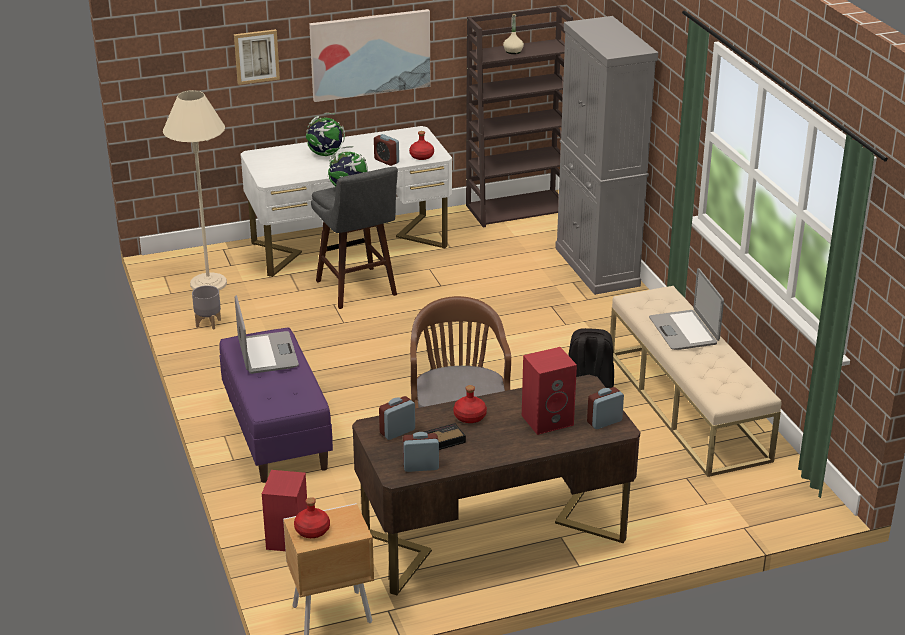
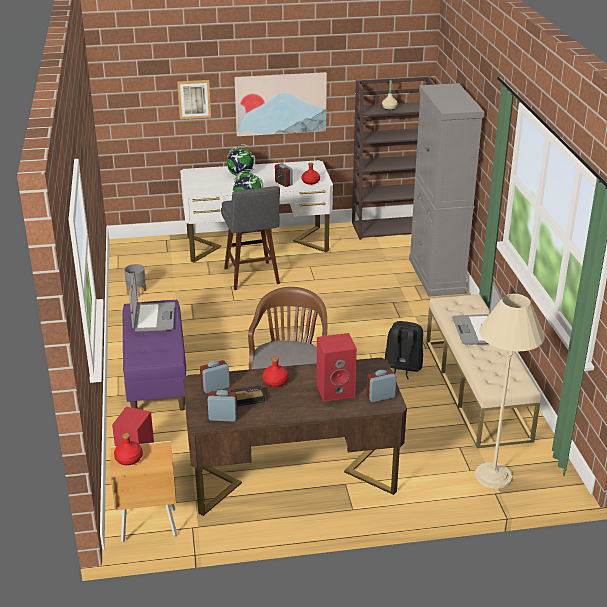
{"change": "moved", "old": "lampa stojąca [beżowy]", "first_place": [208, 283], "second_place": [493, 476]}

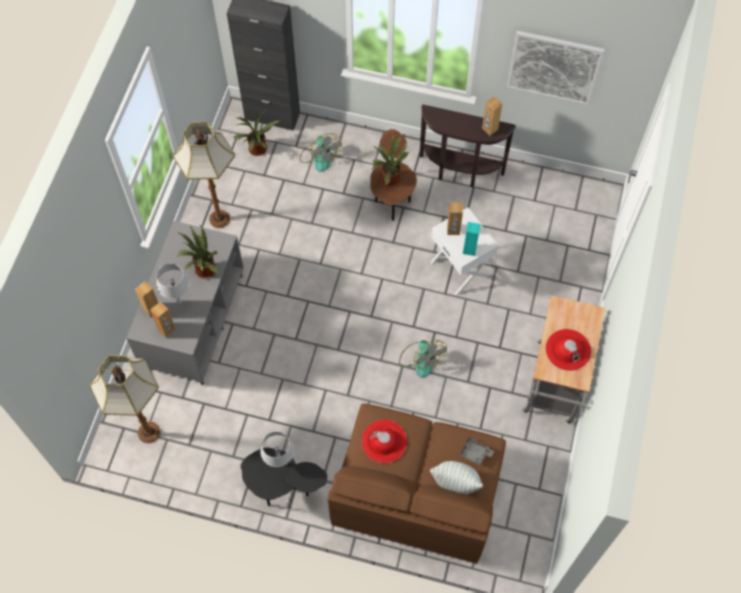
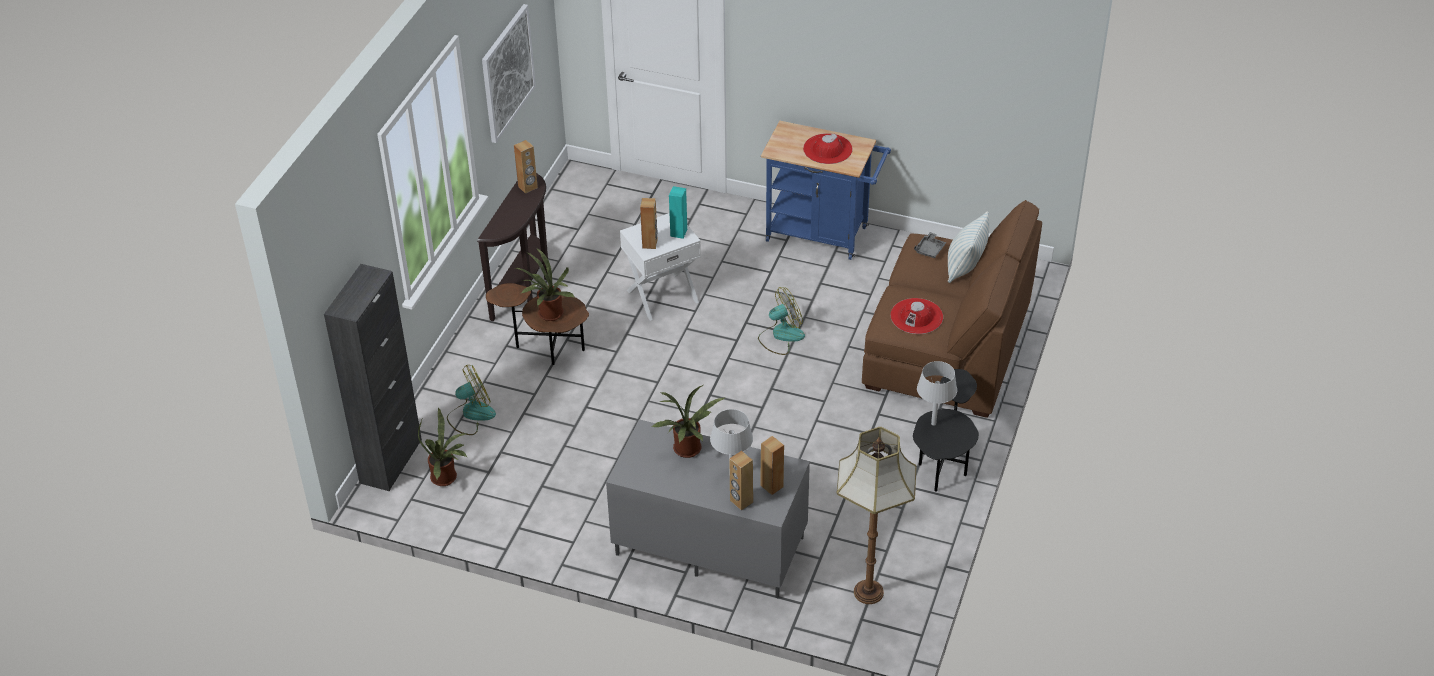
{"change": "removed", "old": "lampa stojąca", "first_place": [218, 218]}
{"change": "recoloured", "old": "wózek [szary]", "new": "wózek [niebieski]", "first_place": [554, 387], "second_place": [823, 235]}

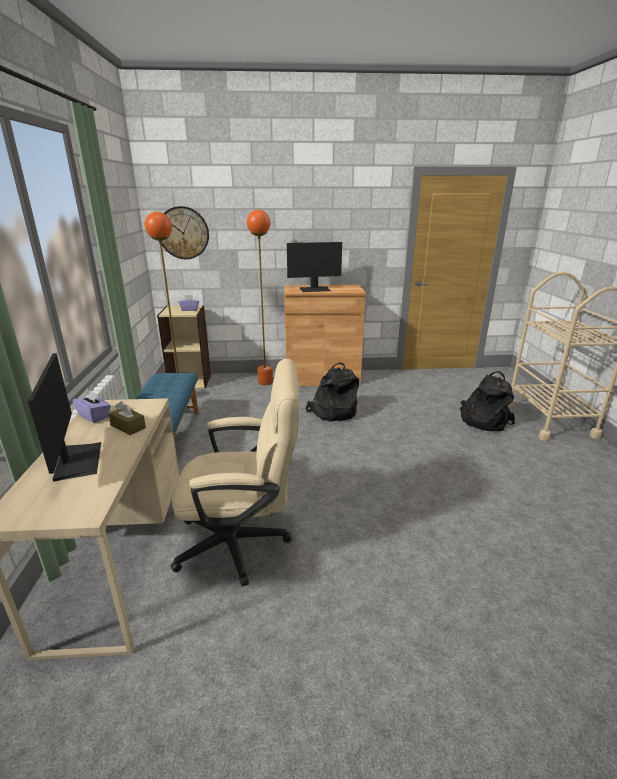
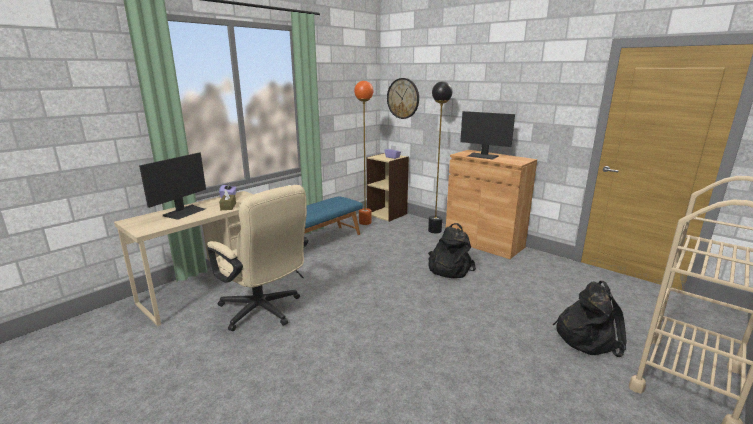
{"change": "recoloured", "old": "lampa stojąca [pomarańczowy]", "new": "lampa stojąca [czarny]", "first_place": [265, 382], "second_place": [435, 231]}

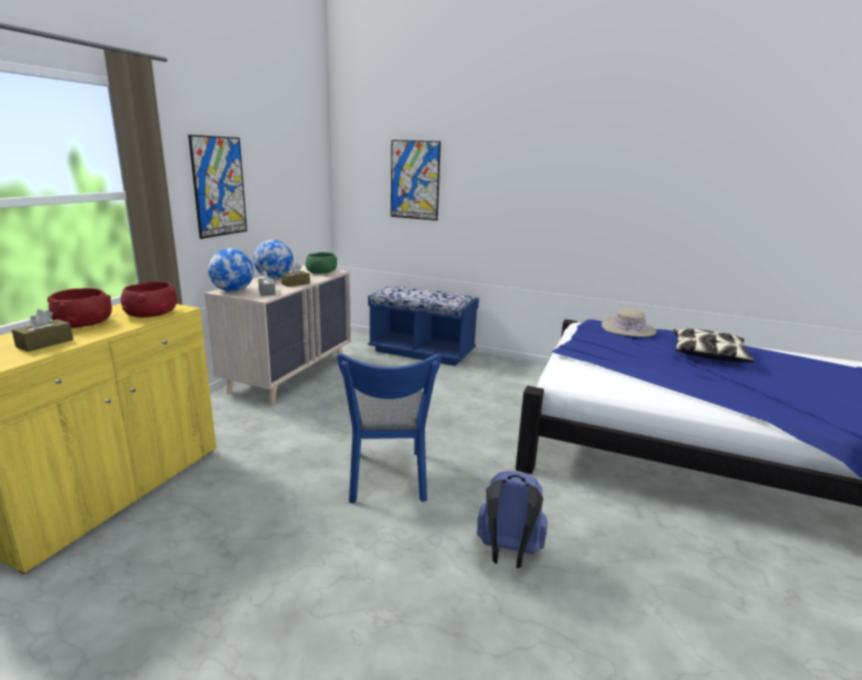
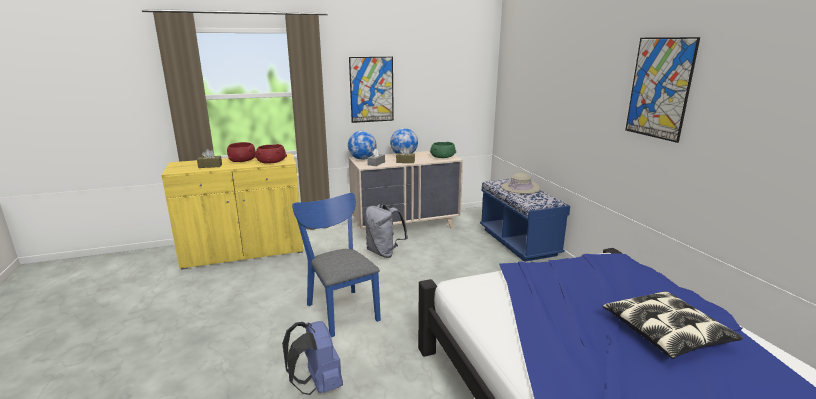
{"change": "turned", "old": "krzesło [niebieski]", "first_place": [387, 480], "second_place": [340, 309], "degrees": 105}
{"change": "moved", "old": "obraz", "first_place": [415, 180], "second_place": [659, 88]}
{"change": "moved", "old": "kapelusz [beżowy]", "first_place": [628, 329], "second_place": [520, 188]}
{"change": "added", "new": "plecak [szary]", "second_place": [384, 252]}

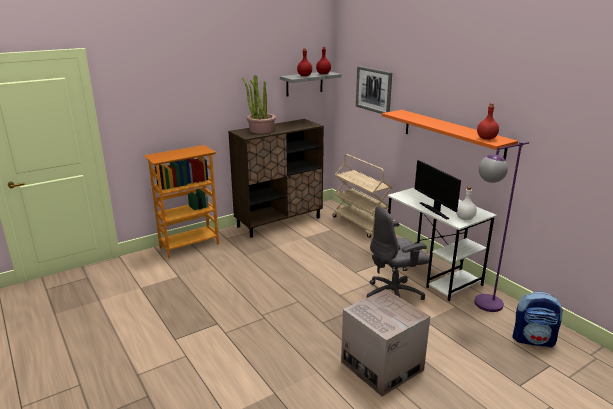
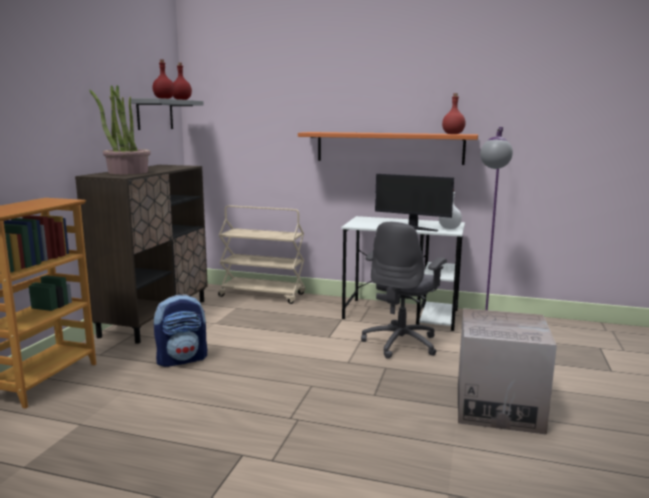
{"change": "removed", "old": "obraz", "first_place": [373, 90]}
{"change": "moved", "old": "plecak", "first_place": [533, 340], "second_place": [182, 359]}

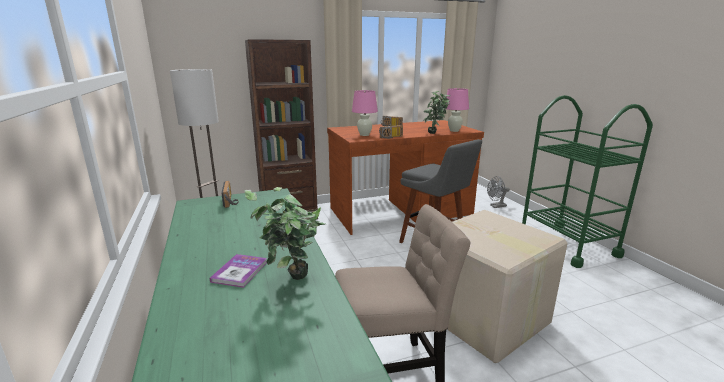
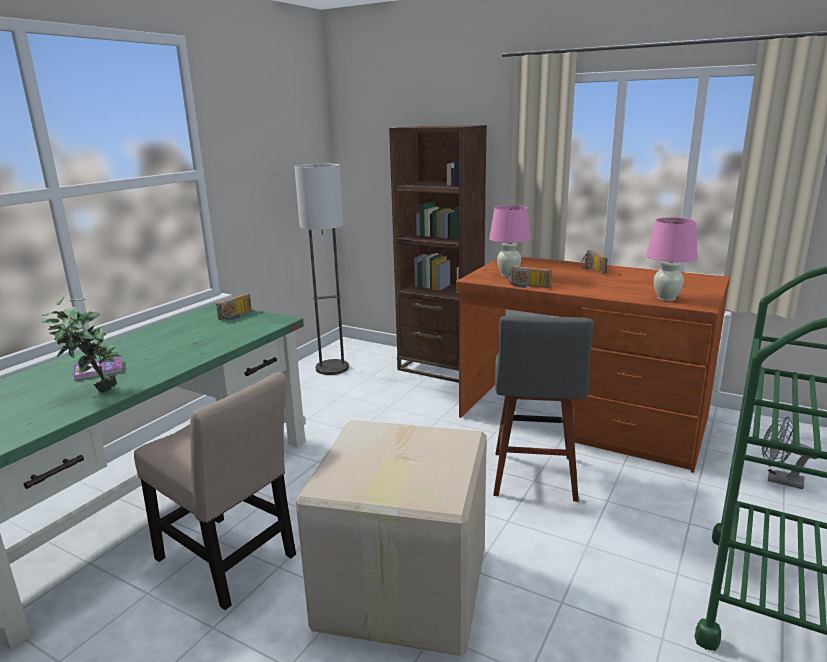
{"change": "removed", "old": "roślina doniczkowa", "first_place": [435, 134]}

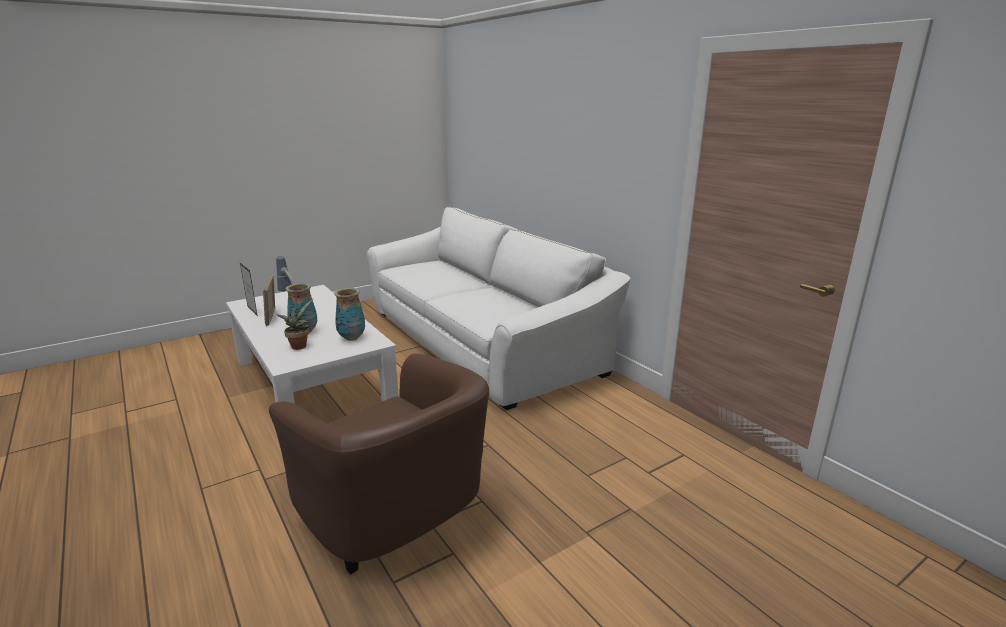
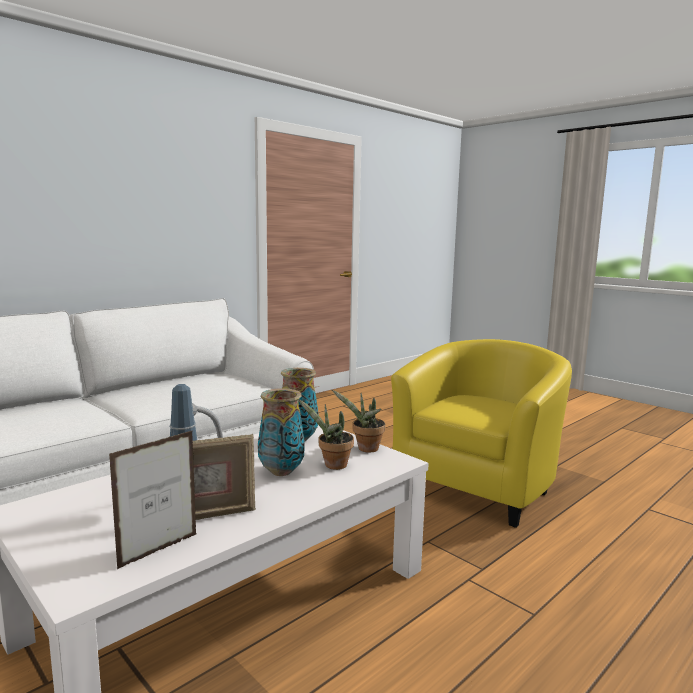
{"change": "recoloured", "old": "fotel [brązowy]", "new": "fotel [żółty]", "first_place": [397, 520], "second_place": [479, 485]}
{"change": "added", "new": "roślina doniczkowa", "second_place": [365, 449]}

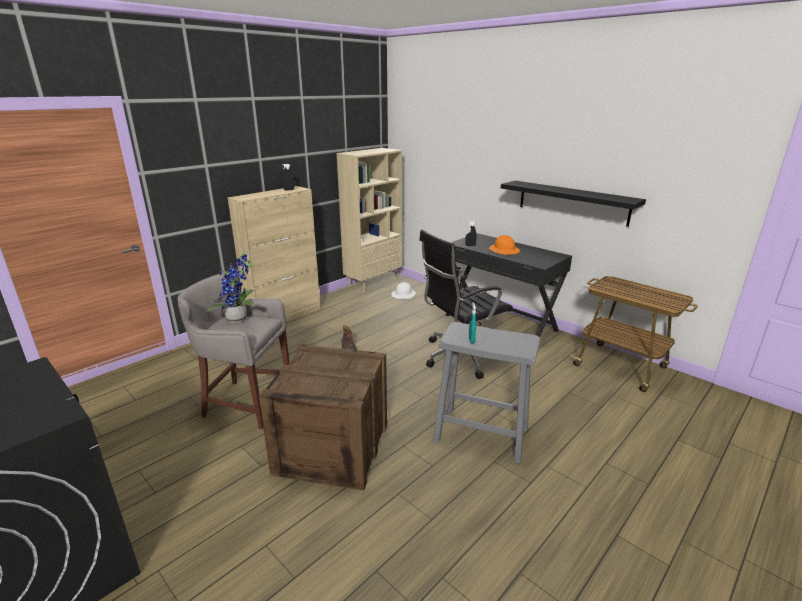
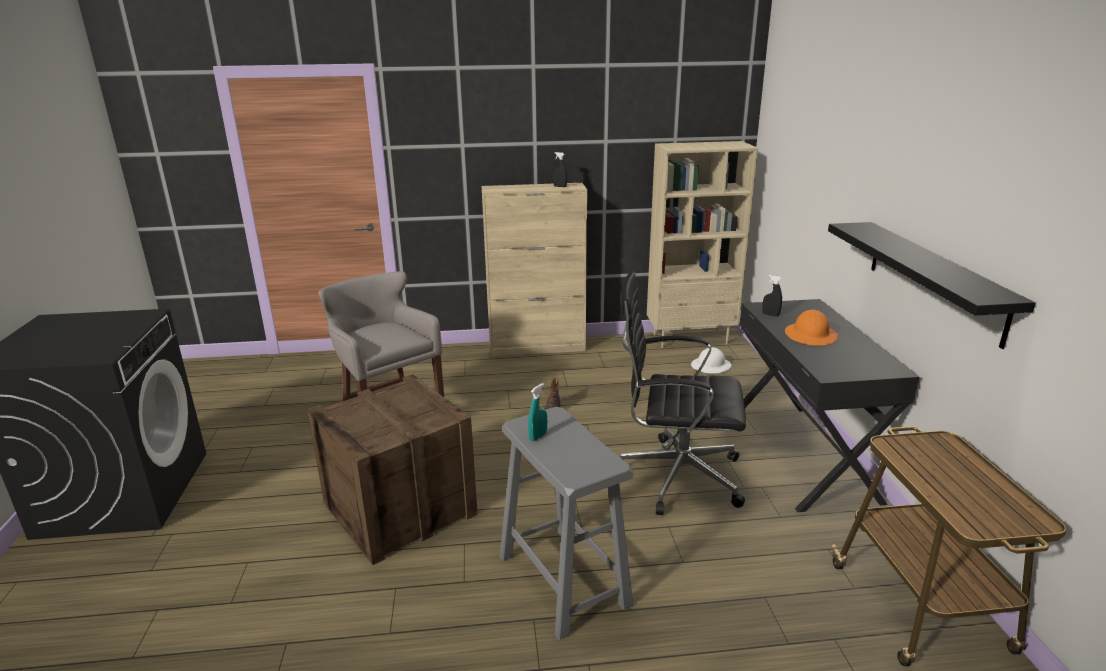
{"change": "removed", "old": "roślina doniczkowa", "first_place": [239, 319]}

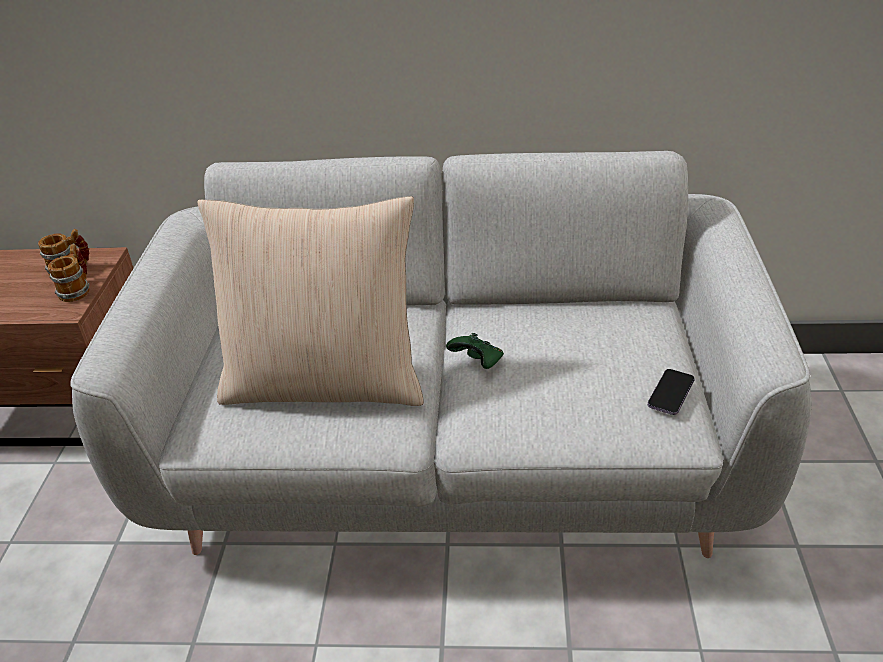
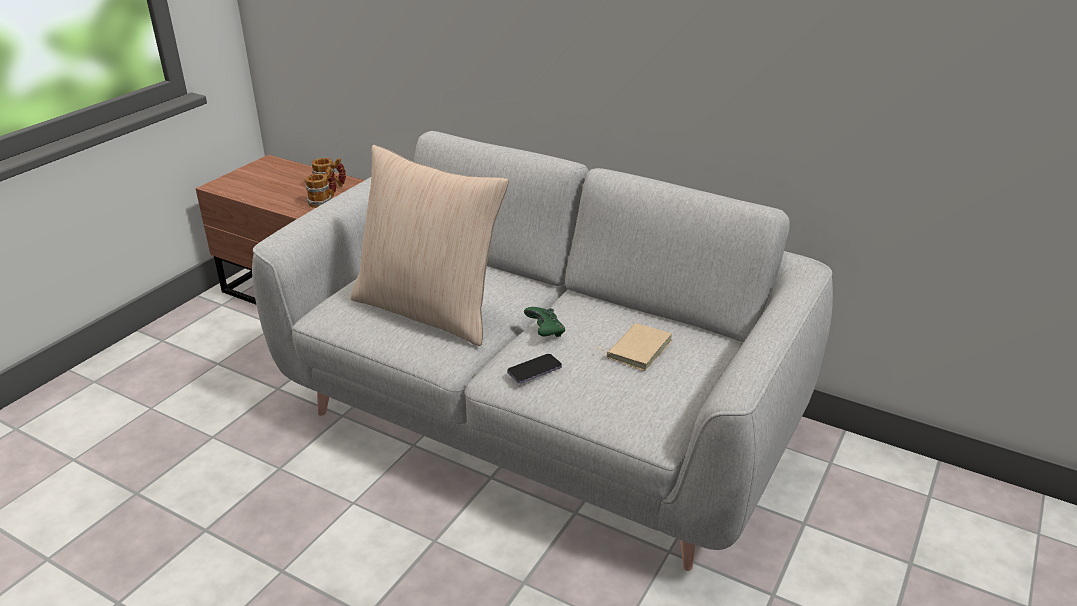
{"change": "moved", "old": "telefon", "first_place": [671, 393], "second_place": [534, 370]}
{"change": "added", "new": "książka [beżowy]", "second_place": [637, 349]}

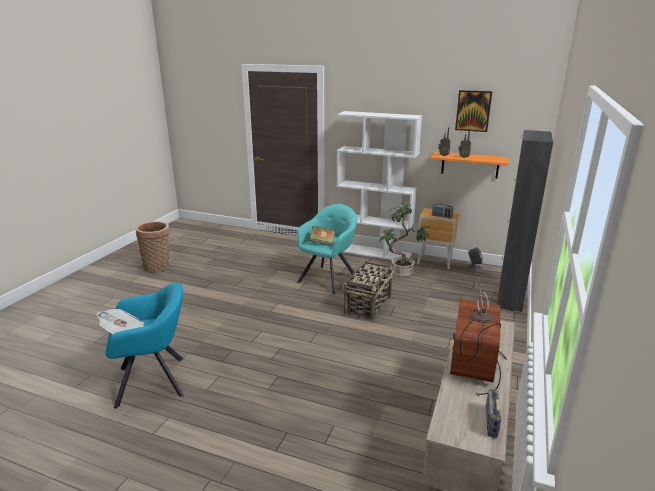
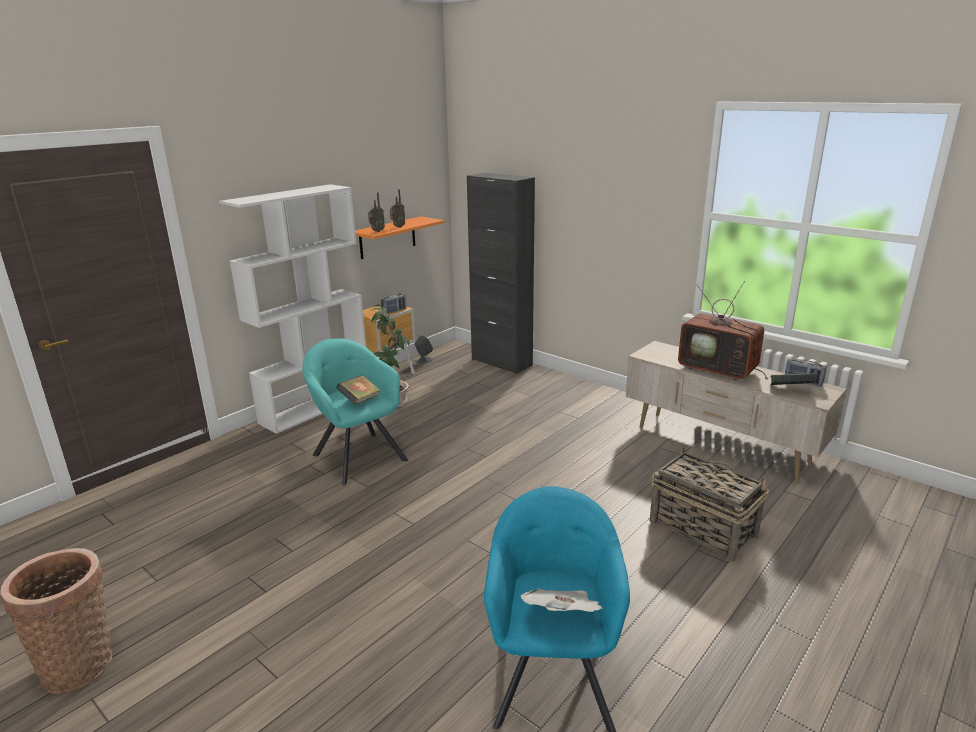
{"change": "moved", "old": "koszyk", "first_place": [368, 305], "second_place": [701, 528]}
{"change": "removed", "old": "obraz", "first_place": [473, 111]}
{"change": "added", "new": "książka", "second_place": [789, 391]}

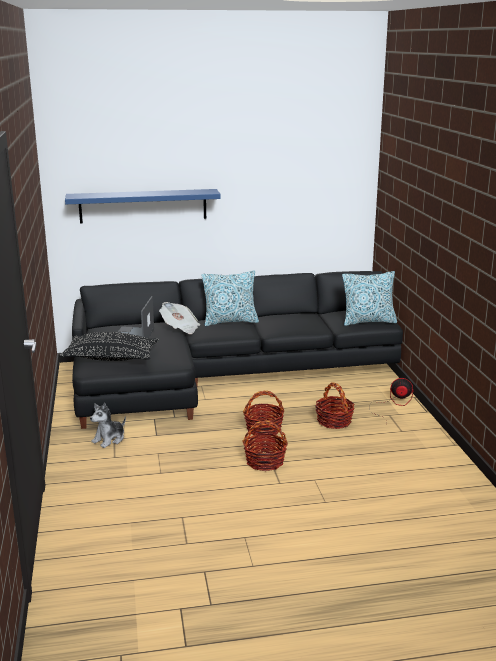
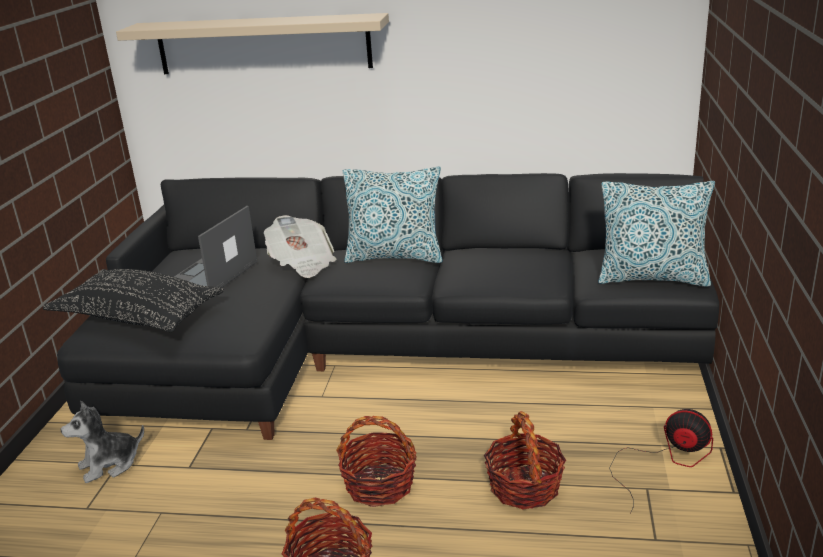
{"change": "recoloured", "old": "półka [niebieski]", "new": "półka [beżowy]", "first_place": [143, 206], "second_place": [263, 44]}

